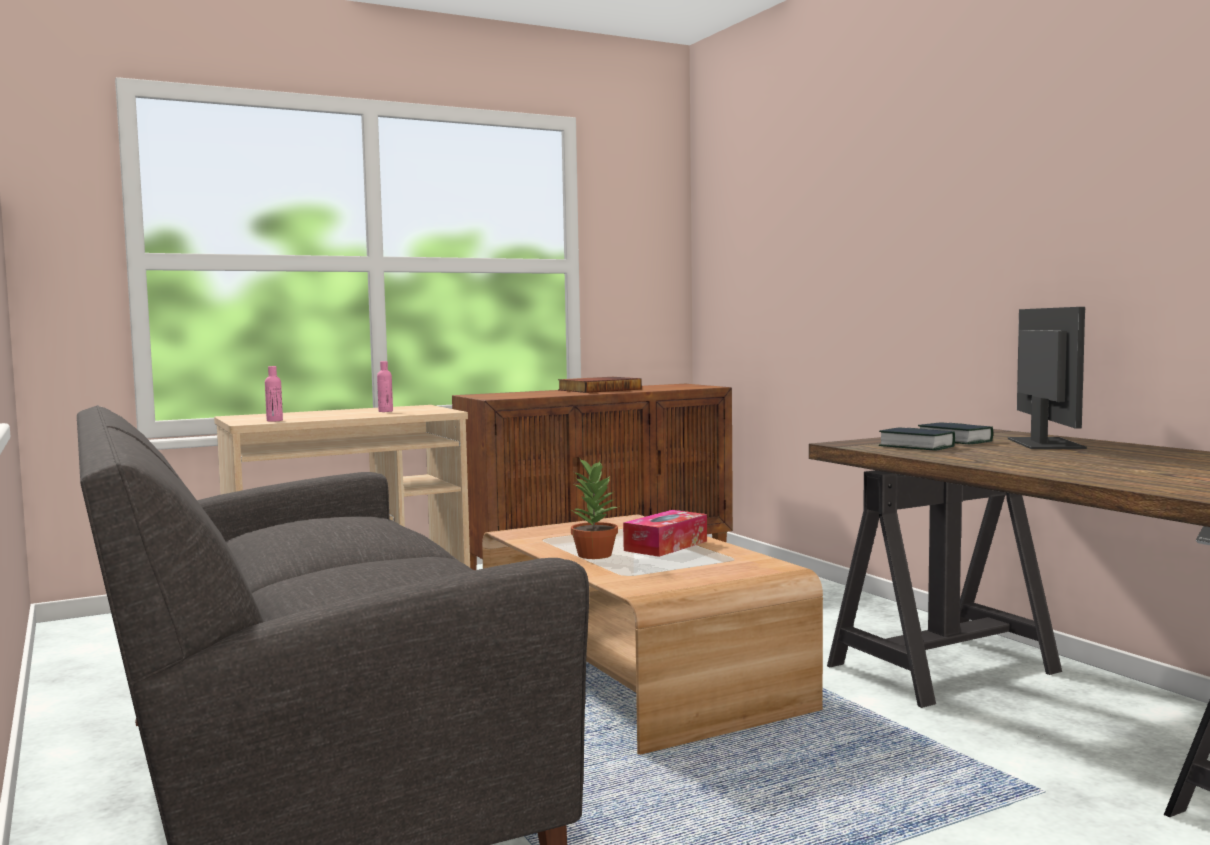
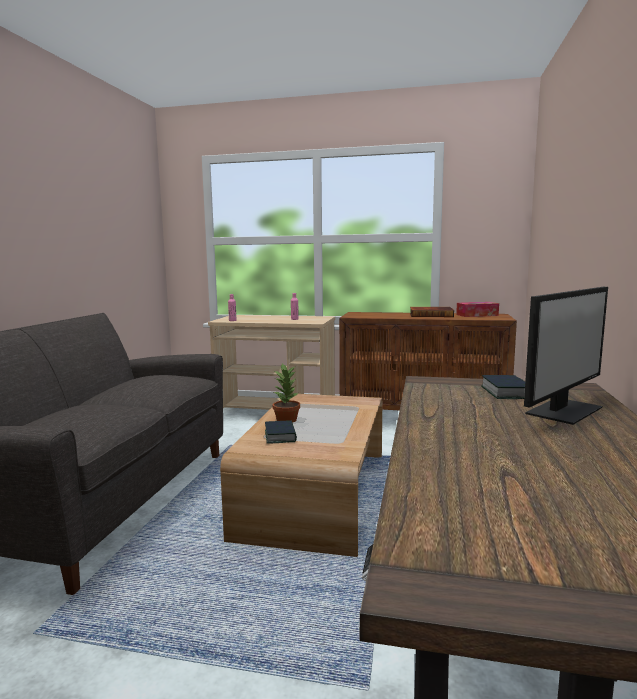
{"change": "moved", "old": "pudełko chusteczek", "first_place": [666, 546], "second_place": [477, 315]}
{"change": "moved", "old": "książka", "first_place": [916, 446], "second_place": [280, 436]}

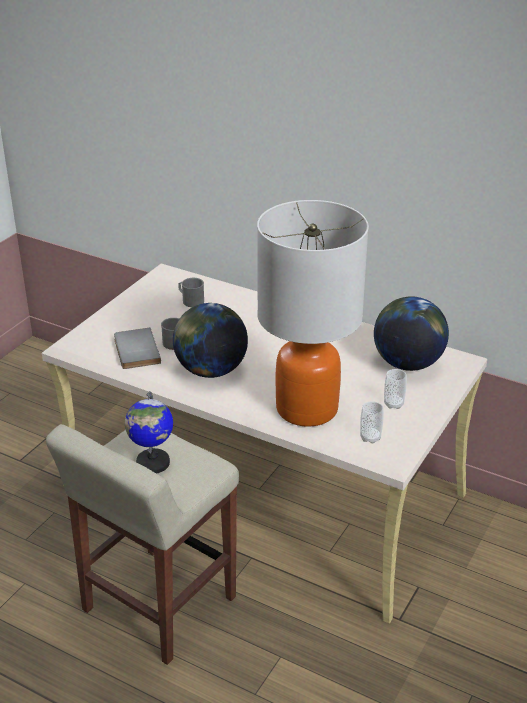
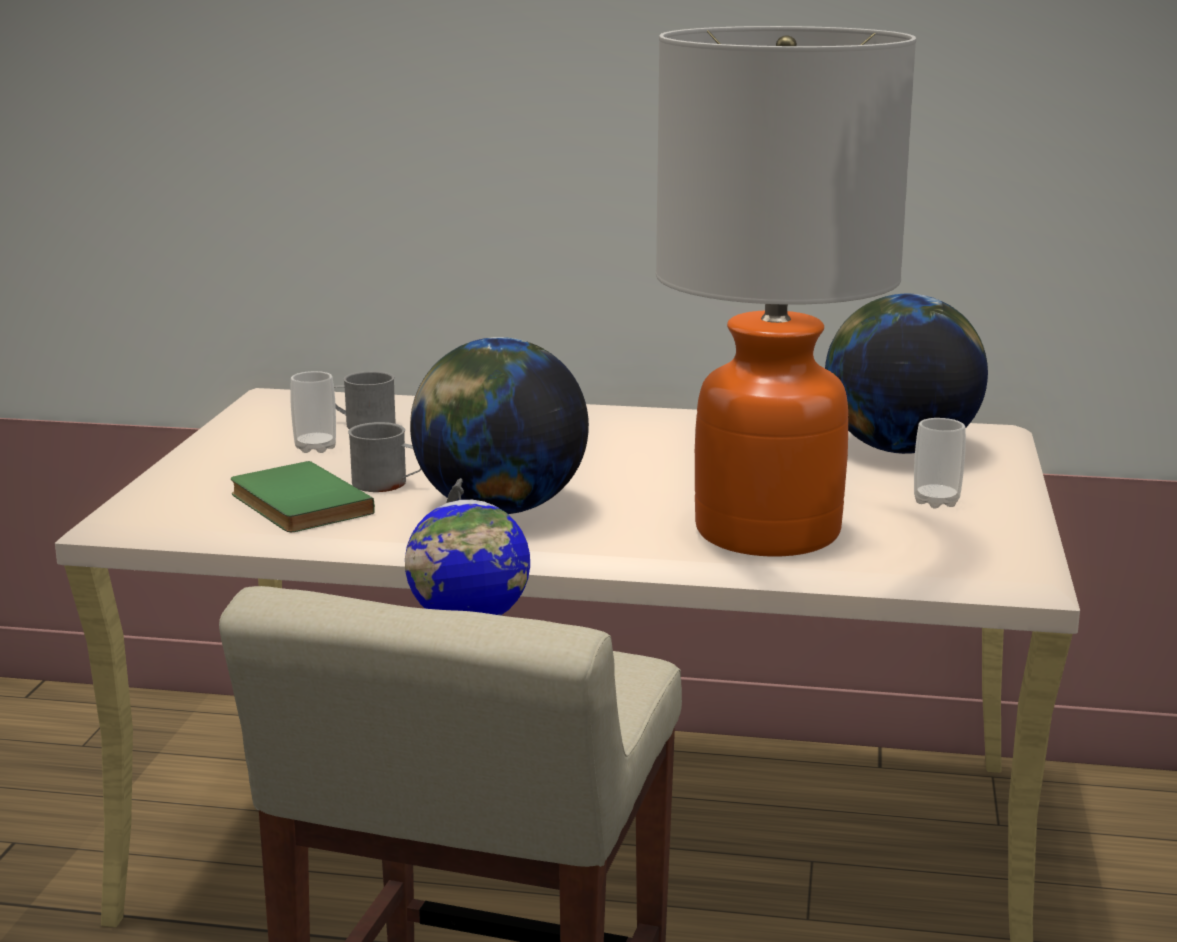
{"change": "recoloured", "old": "książka [szary]", "new": "książka [zielony]", "first_place": [135, 351], "second_place": [296, 504]}
{"change": "moved", "old": "filiżanka", "first_place": [370, 437], "second_place": [315, 448]}

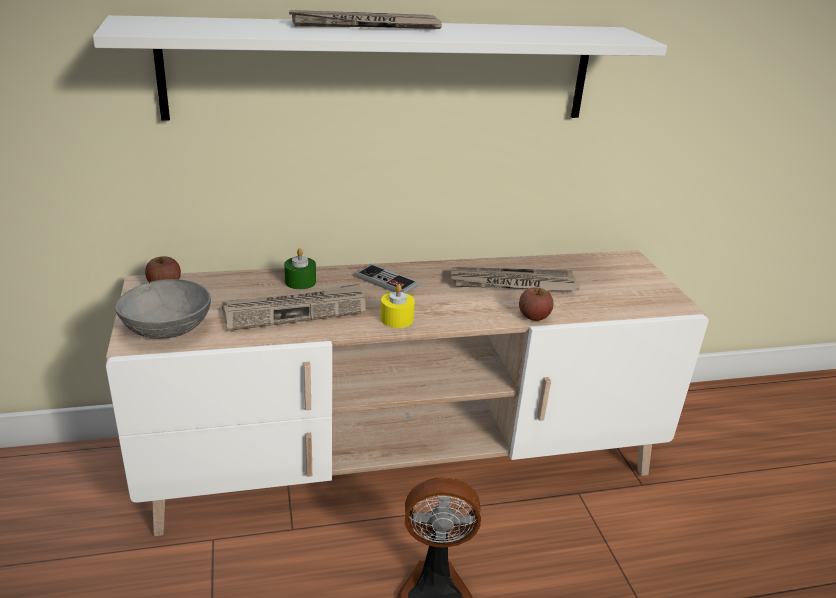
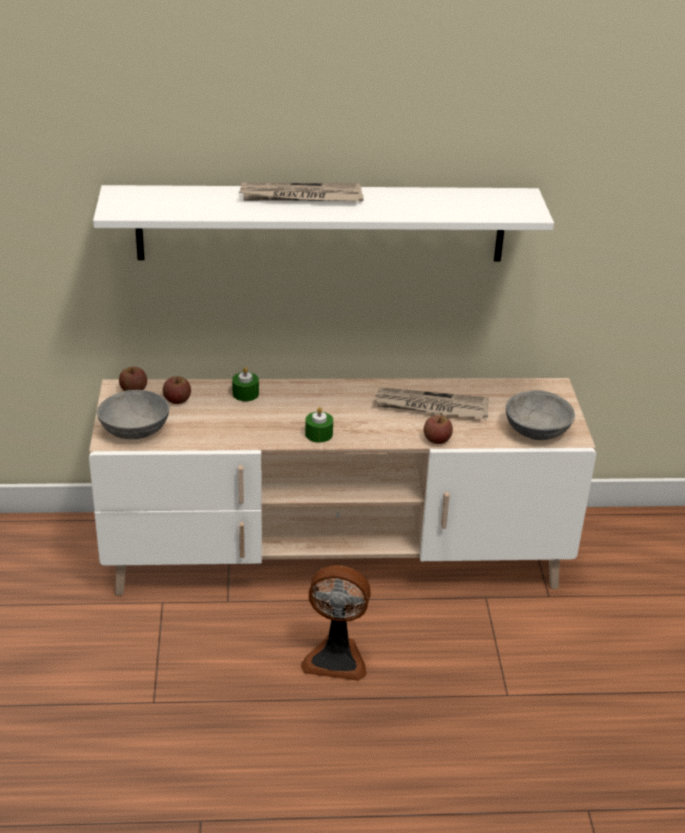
{"change": "removed", "old": "gazeta", "first_place": [296, 310]}
{"change": "removed", "old": "pad do gier", "first_place": [386, 281]}
{"change": "recoloured", "old": "świeca [żółty]", "new": "świeca [zielony]", "first_place": [397, 319], "second_place": [319, 434]}
{"change": "added", "new": "jabłko", "second_place": [177, 400]}
{"change": "added", "new": "miska [szary]", "second_place": [536, 430]}

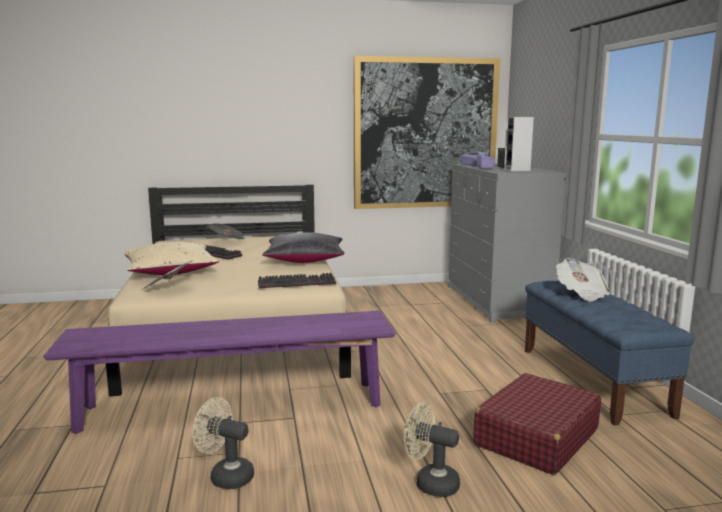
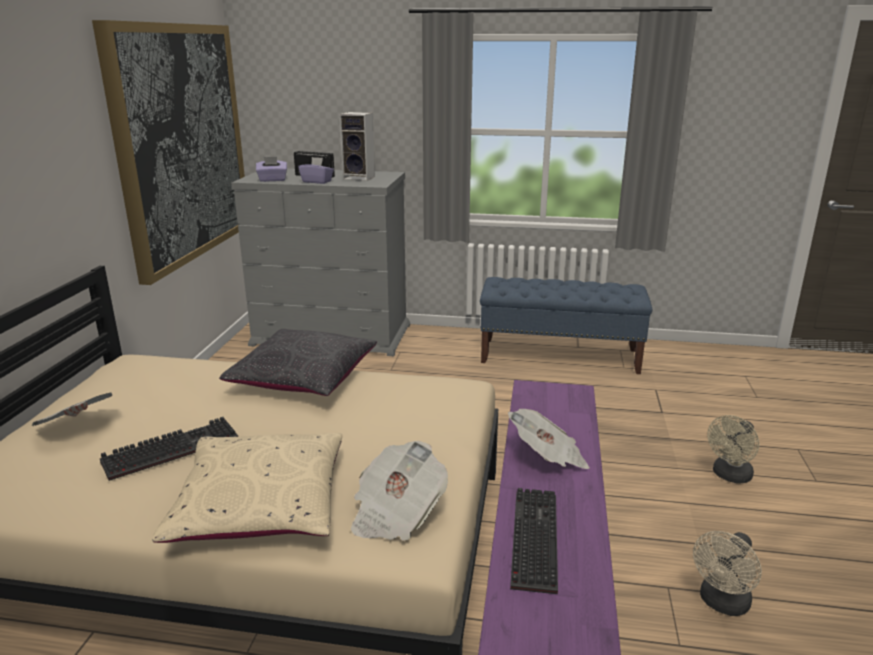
{"change": "moved", "old": "klawiatura", "first_place": [298, 283], "second_place": [532, 538]}
{"change": "removed", "old": "walizka [czerwony]", "first_place": [536, 437]}
{"change": "moved", "old": "gazeta", "first_place": [581, 293], "second_place": [548, 458]}

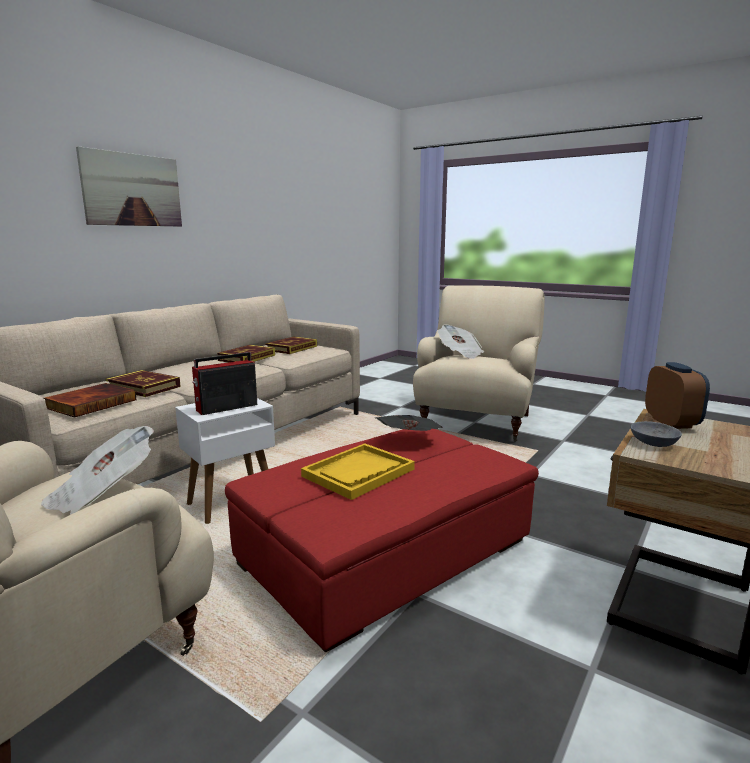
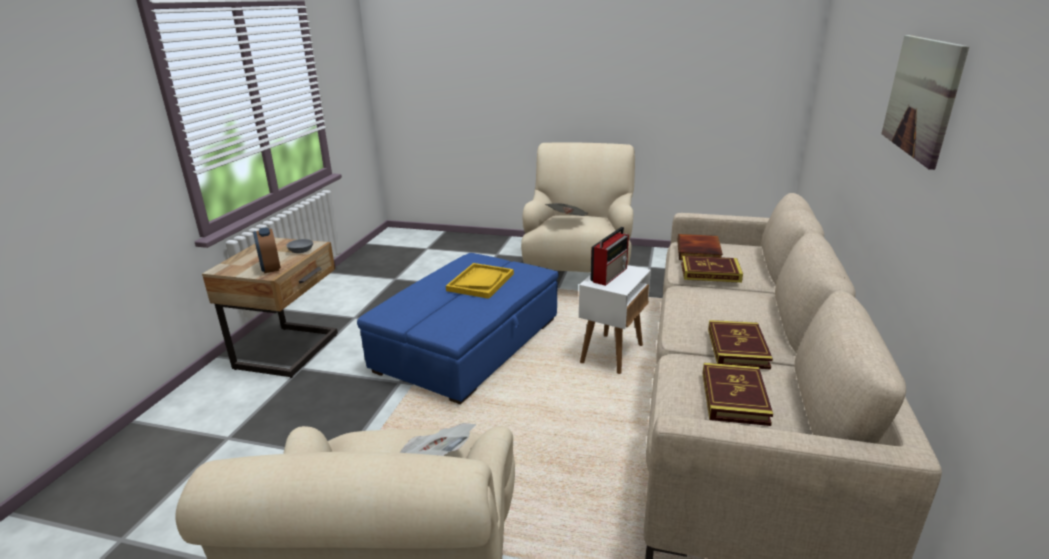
{"change": "recoloured", "old": "pufa [czerwony]", "new": "pufa [niebieski]", "first_place": [385, 551], "second_place": [469, 344]}
{"change": "removed", "old": "gazeta", "first_place": [409, 441]}

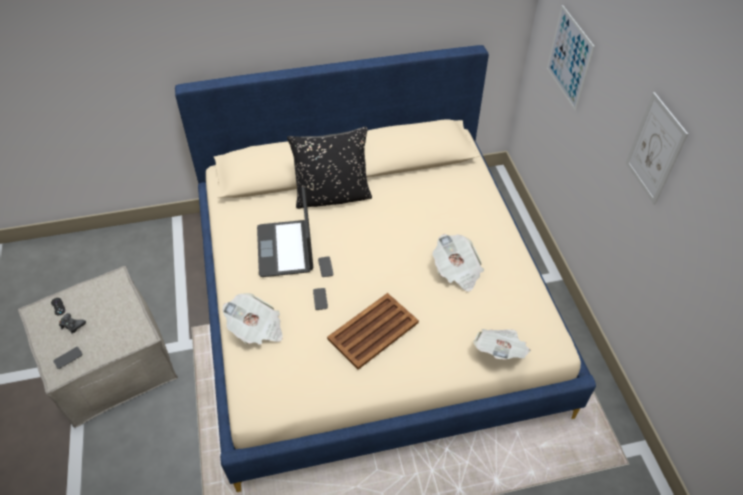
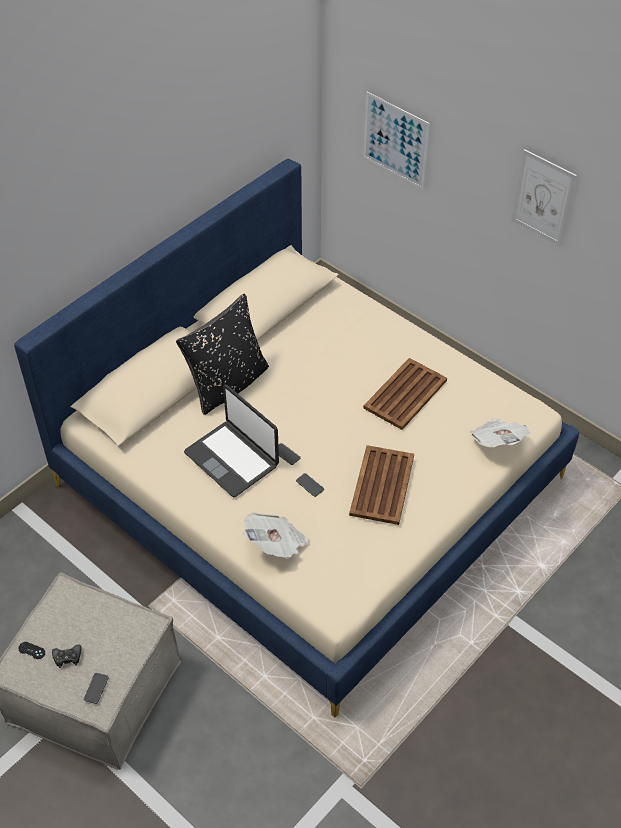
{"change": "replaced", "old": "gazeta", "new": "taca [brązowy]", "first_place": [457, 271], "second_place": [406, 394]}

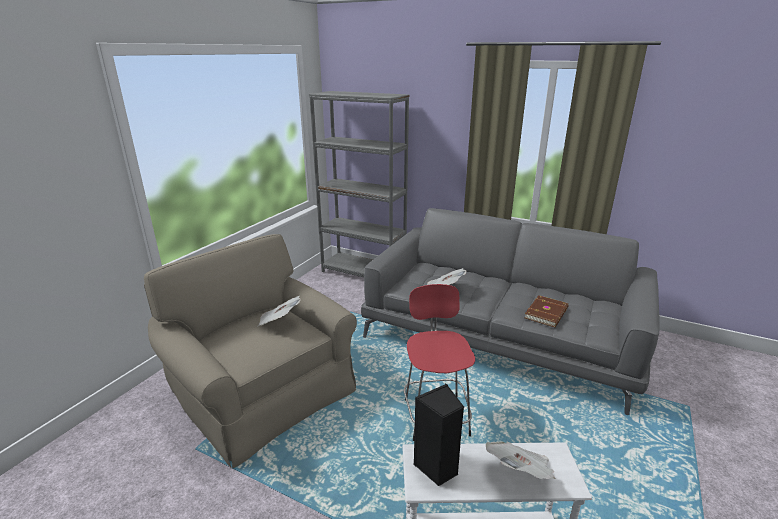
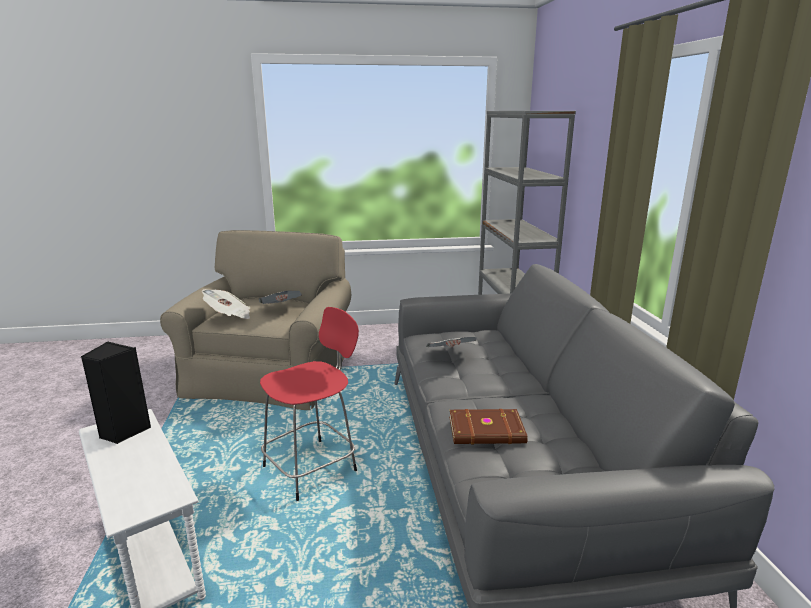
{"change": "moved", "old": "gazeta", "first_place": [520, 472], "second_place": [229, 315]}

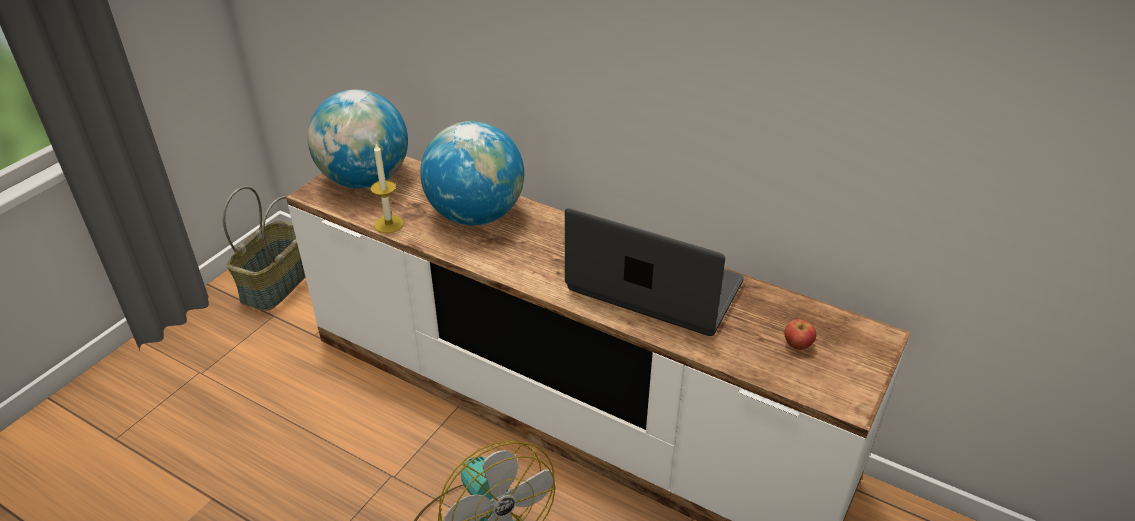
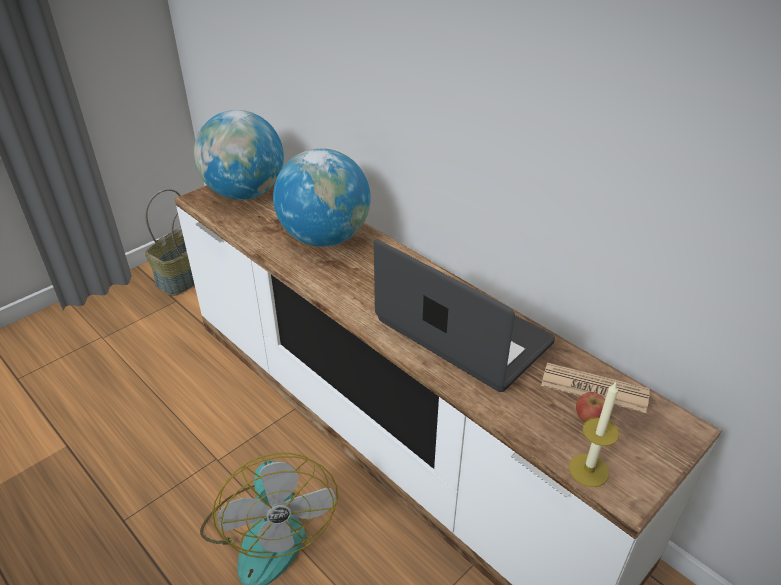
{"change": "moved", "old": "świeca", "first_place": [389, 224], "second_place": [588, 470]}
{"change": "added", "new": "gazeta", "second_place": [594, 388]}

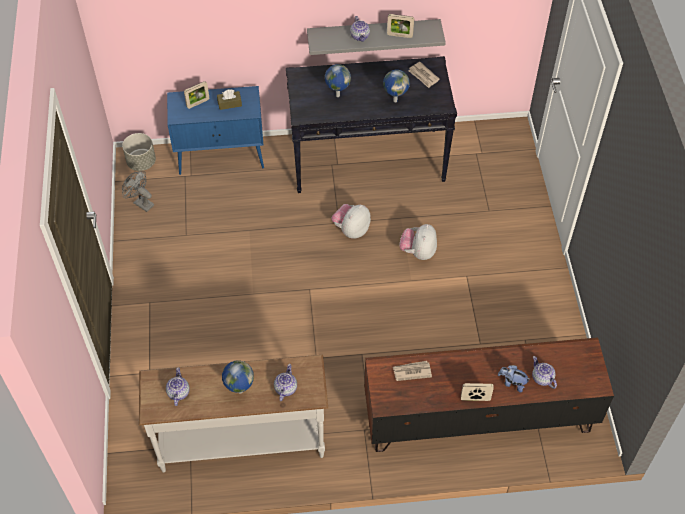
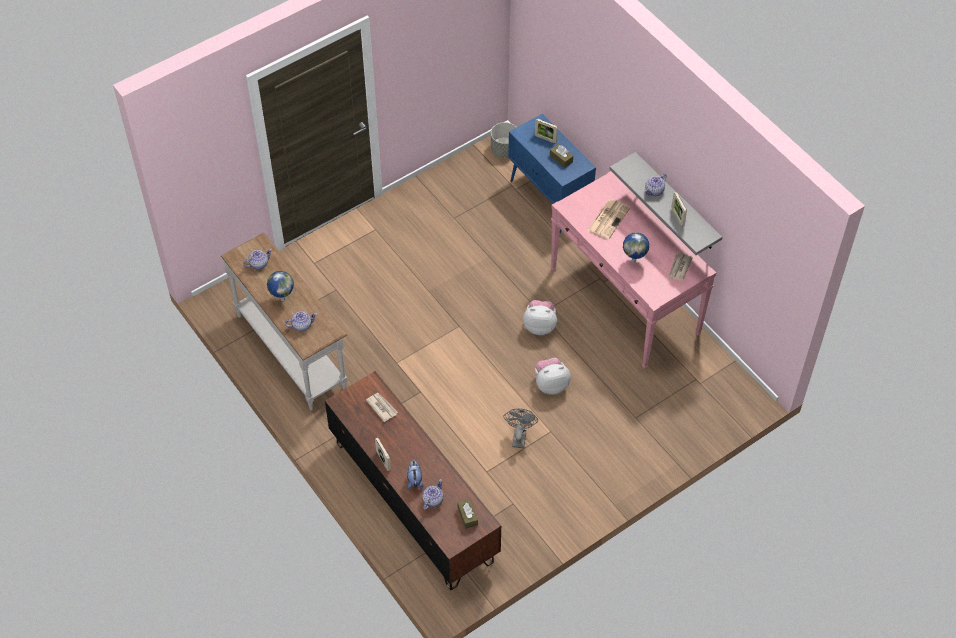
{"change": "moved", "old": "wentylator [szary]", "first_place": [141, 203], "second_place": [519, 436]}
{"change": "recoloured", "old": "stolik konsolowy [czarny]", "new": "stolik konsolowy [różowy]", "first_place": [368, 160], "second_place": [625, 302]}
{"change": "replaced", "old": "globus", "new": "gazeta", "first_place": [337, 95], "second_place": [608, 218]}
{"change": "added", "new": "pudełko chusteczek [brązowy]", "second_place": [467, 516]}

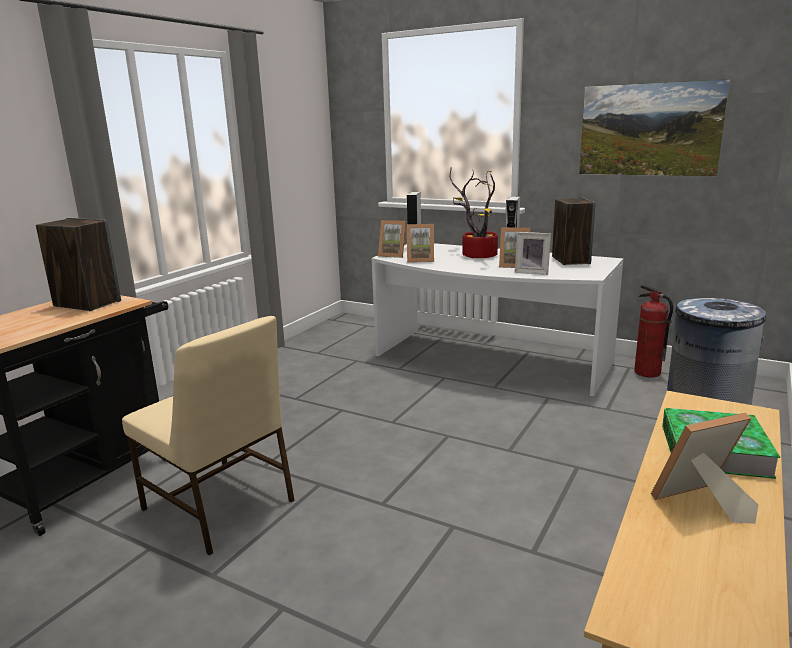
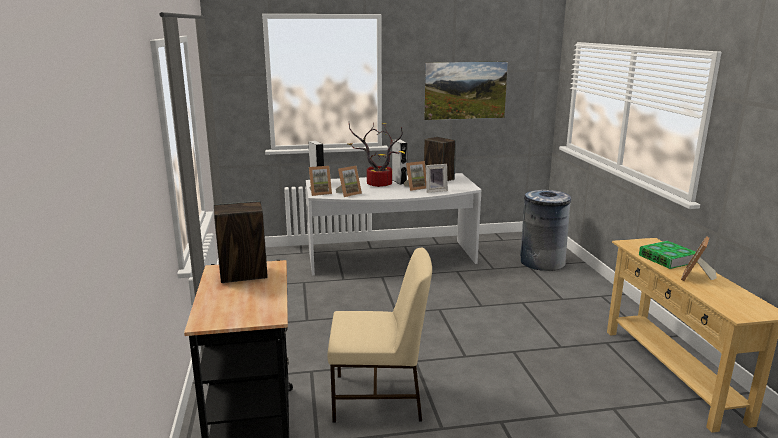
{"change": "removed", "old": "gaśnica", "first_place": [647, 372]}

